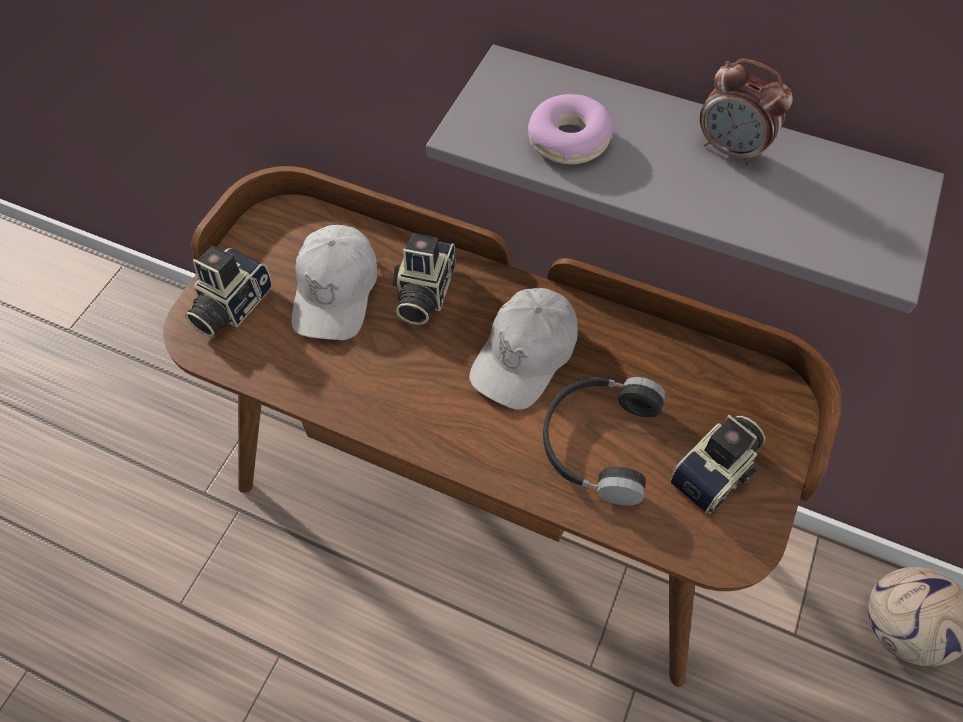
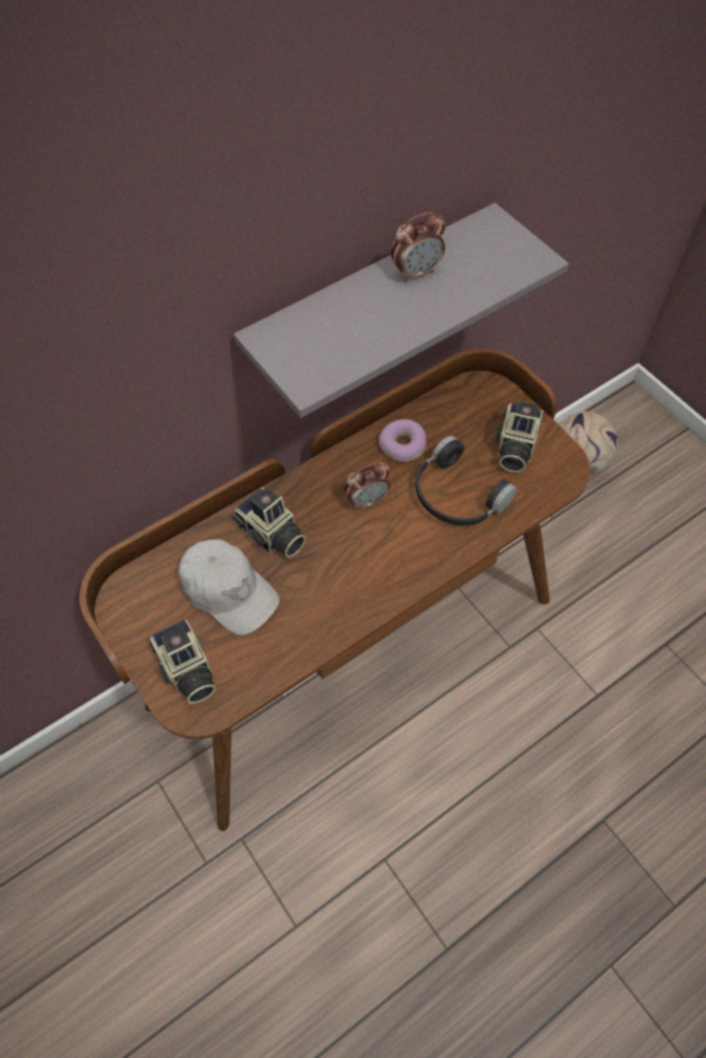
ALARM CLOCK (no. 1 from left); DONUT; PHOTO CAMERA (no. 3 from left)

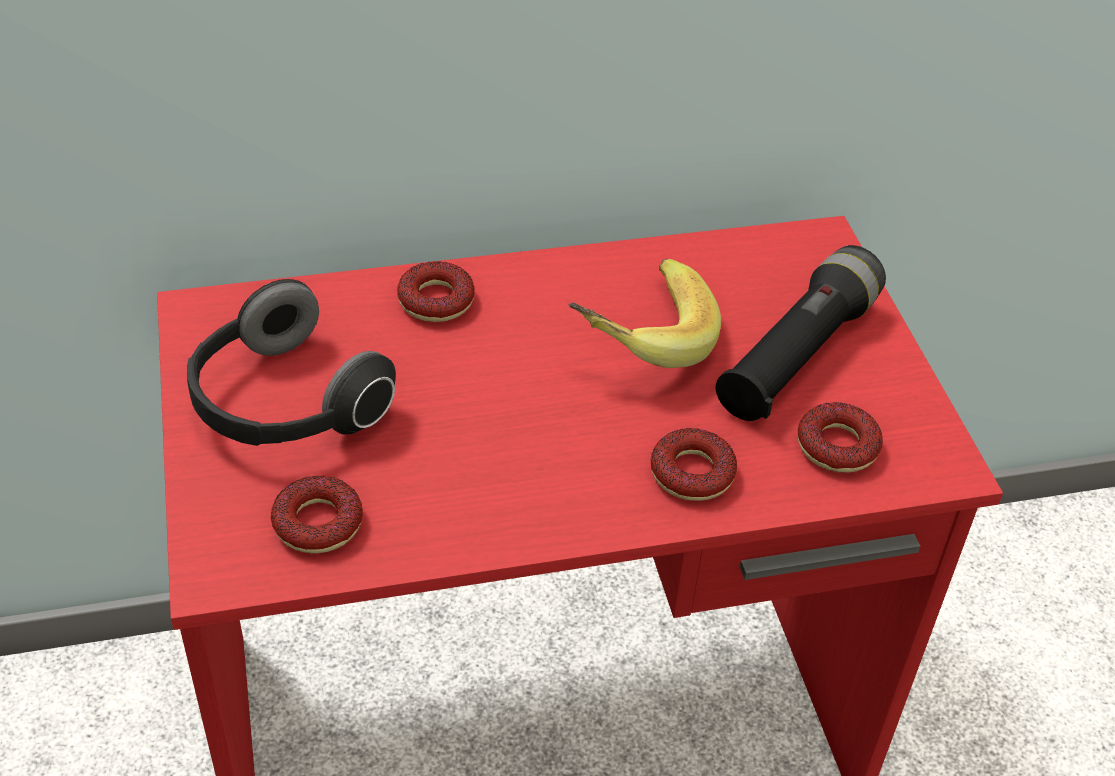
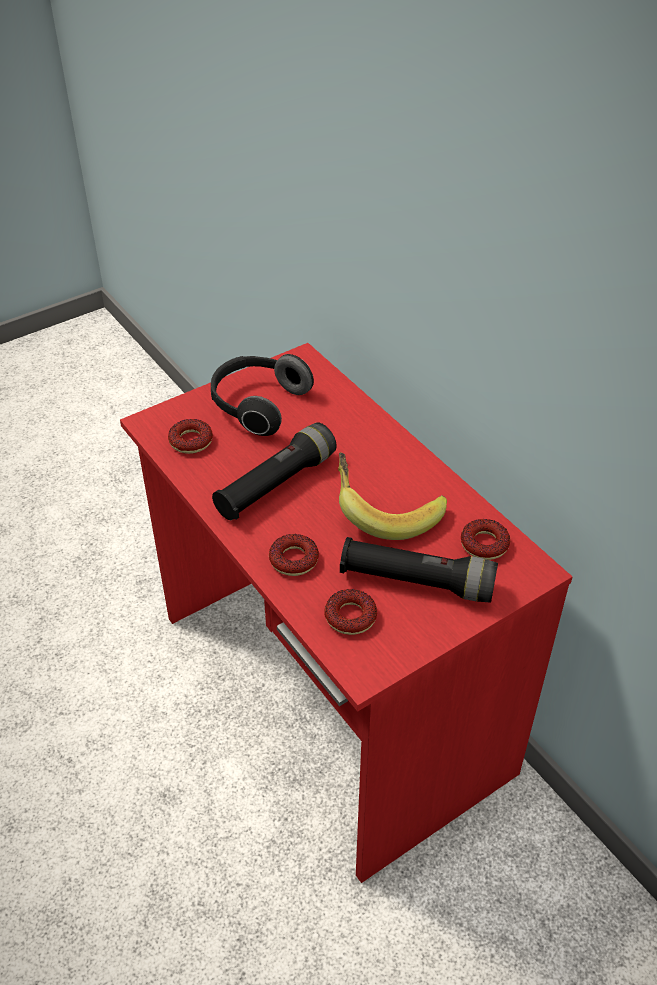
DONUT (no. 4 from left); BLACK FLASHLIGHT (no. 1 from left)

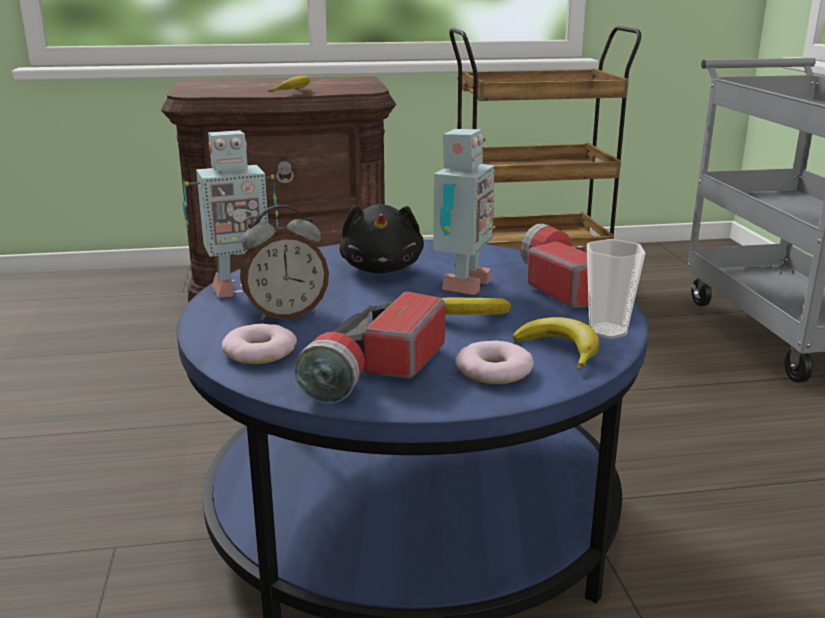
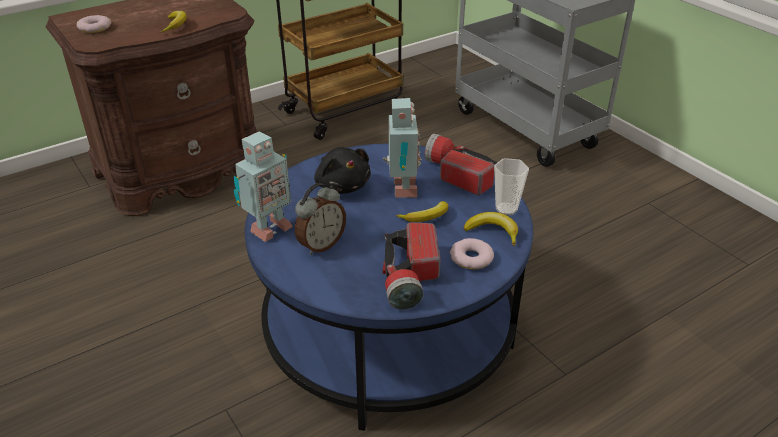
DONUT (no. 1 from left)

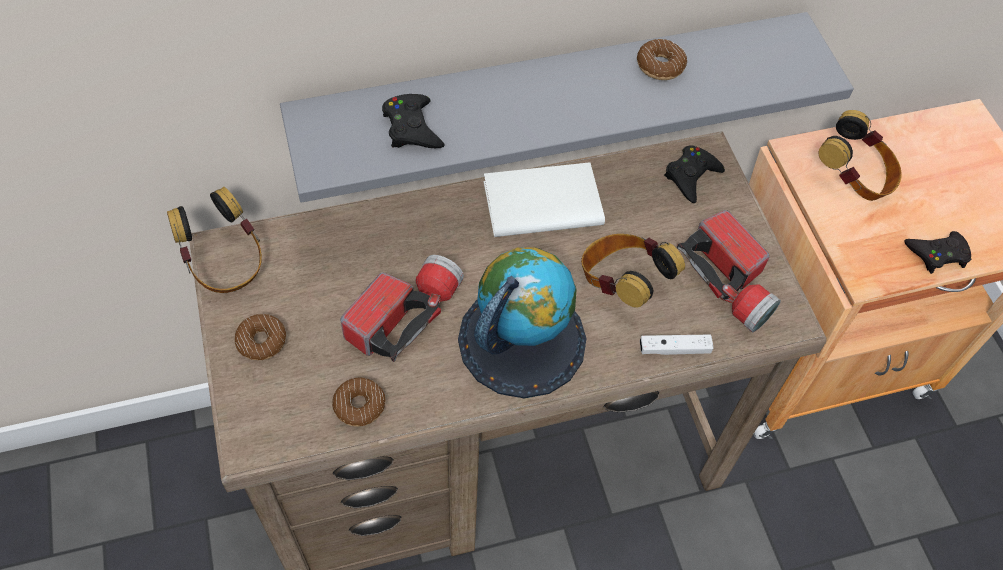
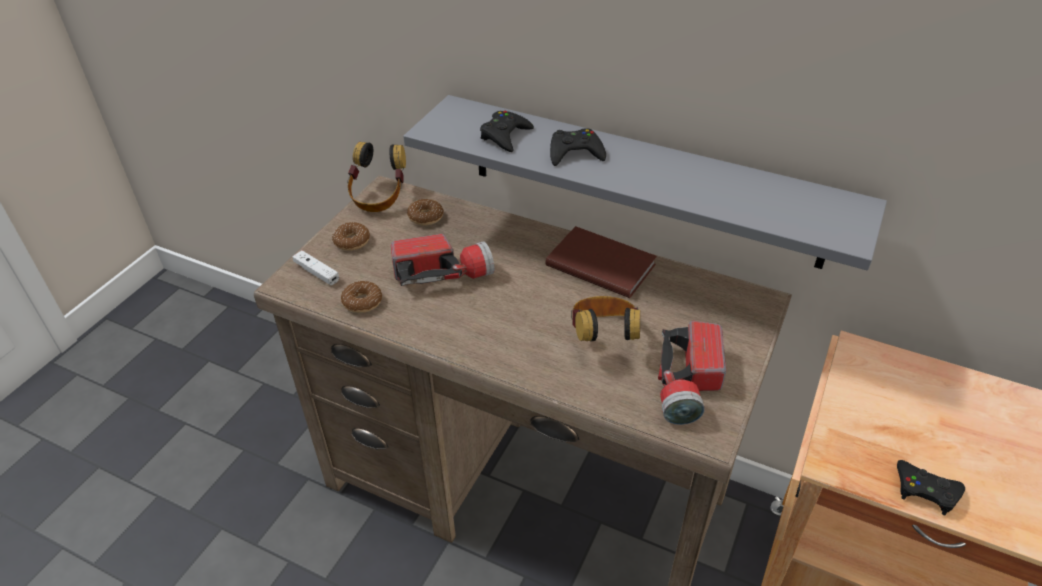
GLOBE; BROWN BOOK; DONUT (no. 3 from left); WHITE GAME CONTROLLER; BLACK GAME CONTROLLER (no. 2 from left); HEADPHONES (no. 3 from left in the first image)

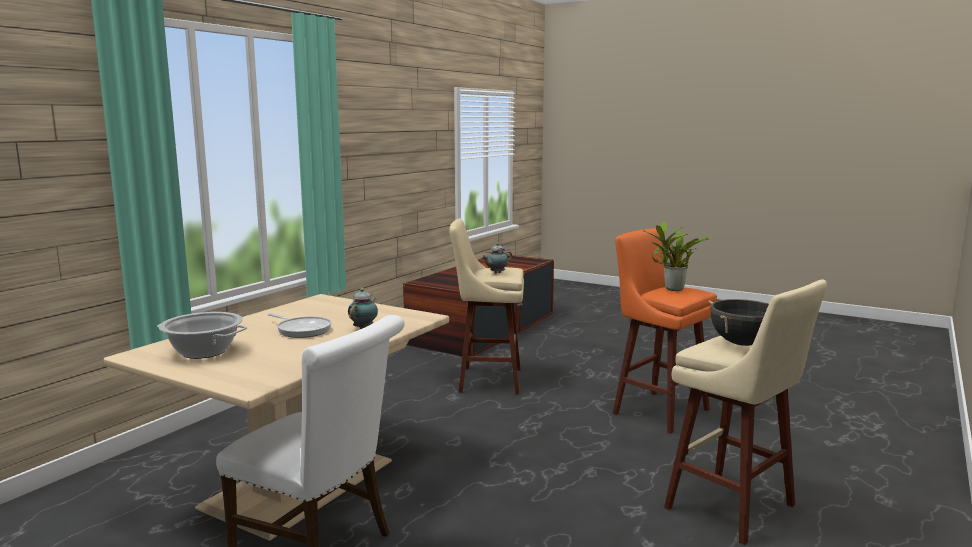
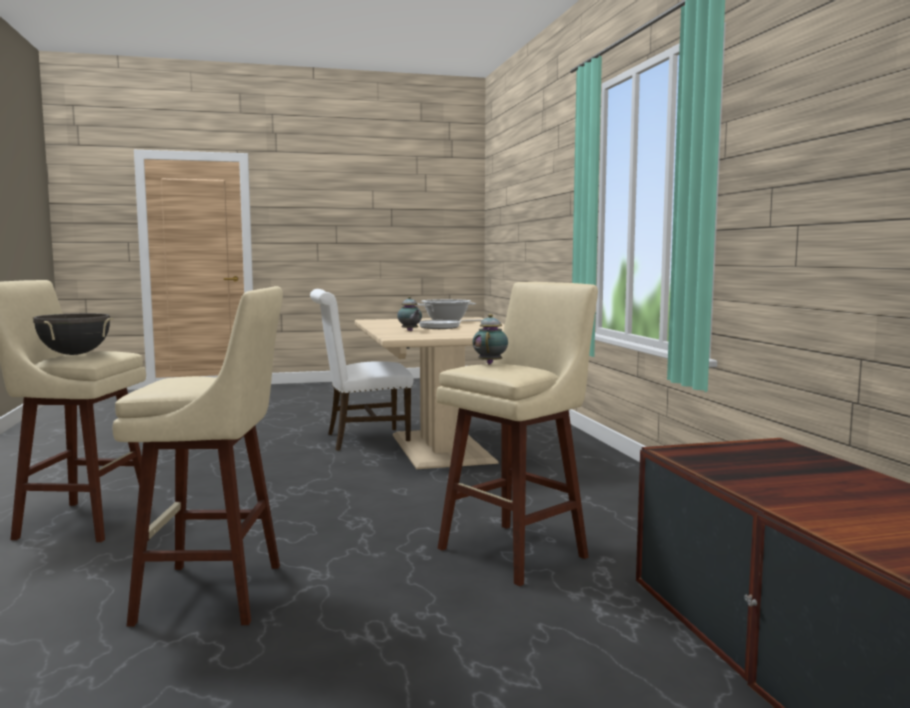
BEIGE STOOL (no. 2 from left); POTTED PLANT

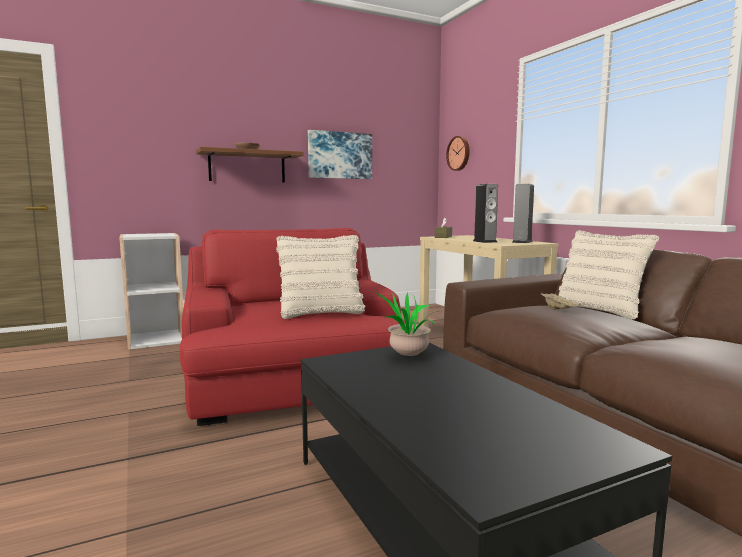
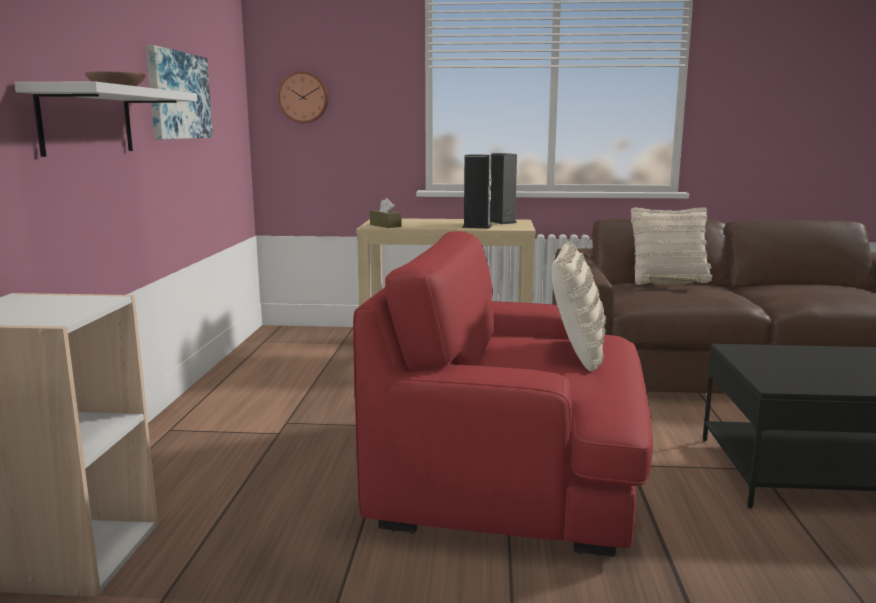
WHITE SHELF; POTTED PLANT

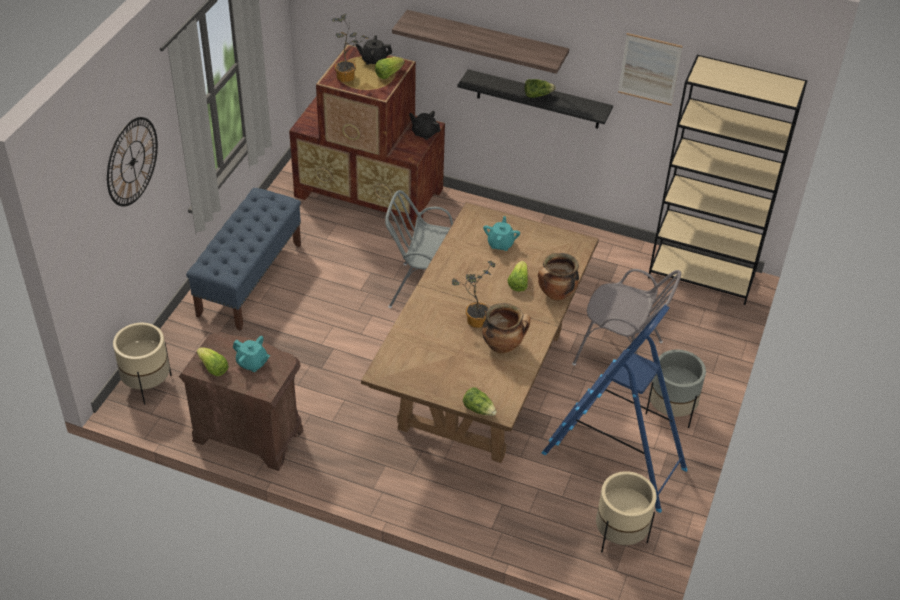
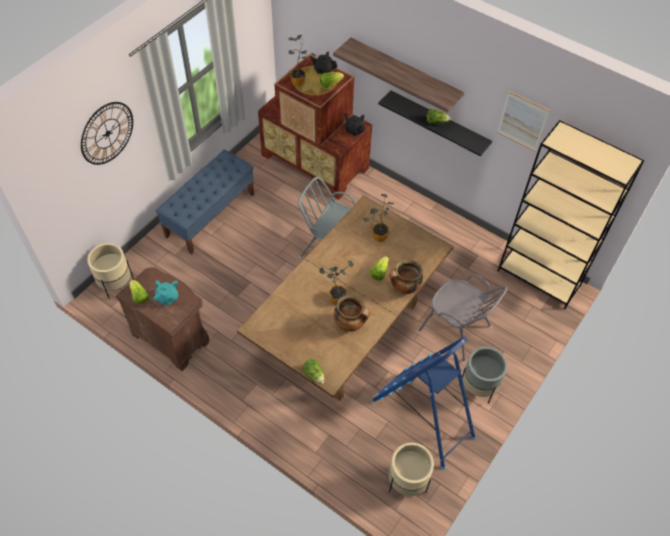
POTTED PLANT (no. 3 from left)

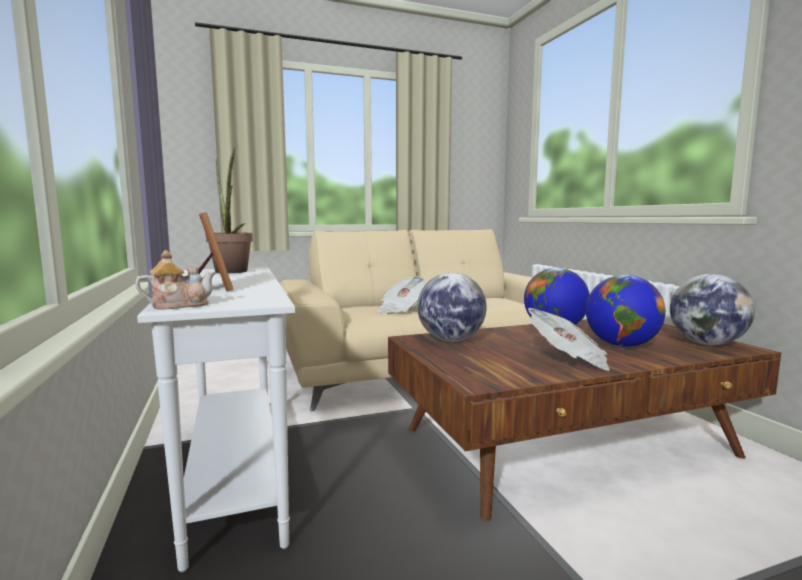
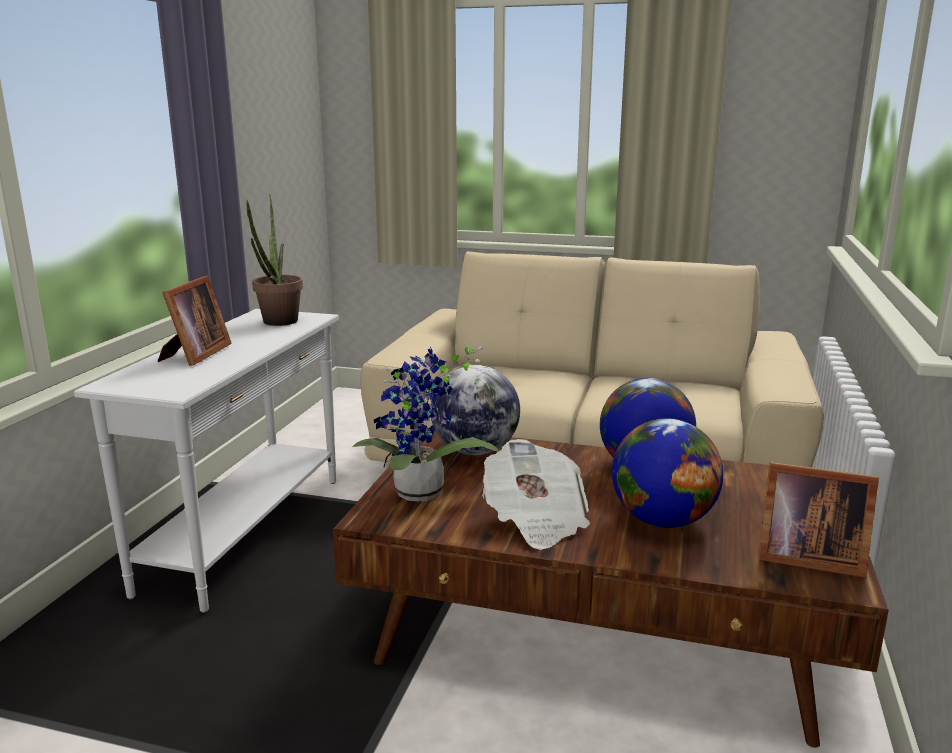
TEAPOT; NEWSPAPER (no. 1 from left in the first image); PICTURE FRAME (no. 2 from left); POTTED PLANT (no. 2 from left)

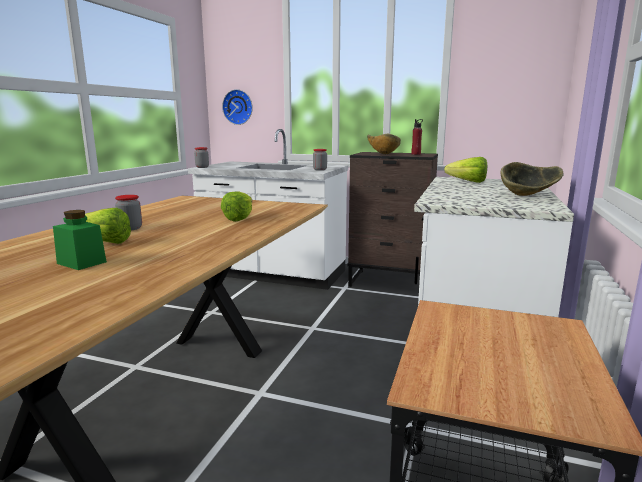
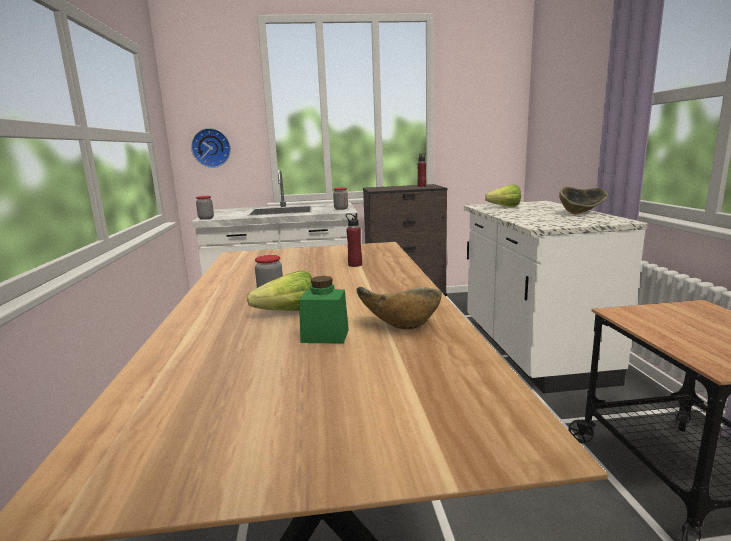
RED BOTTLE (no. 1 from left); BOWL (no. 1 from left)

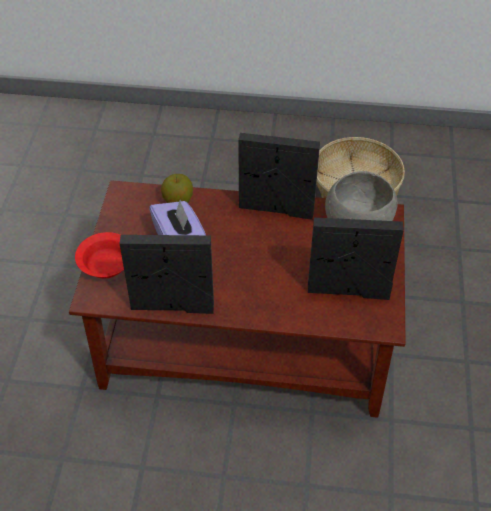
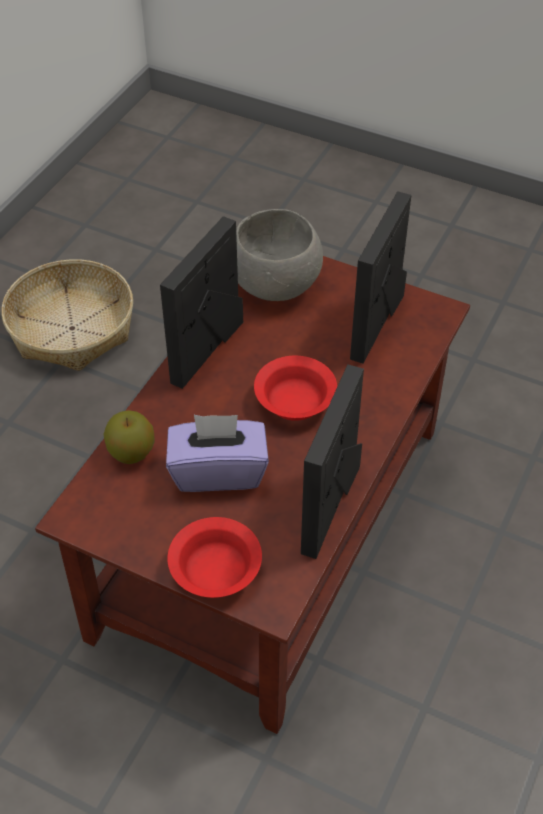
RED BOWL (no. 2 from left)

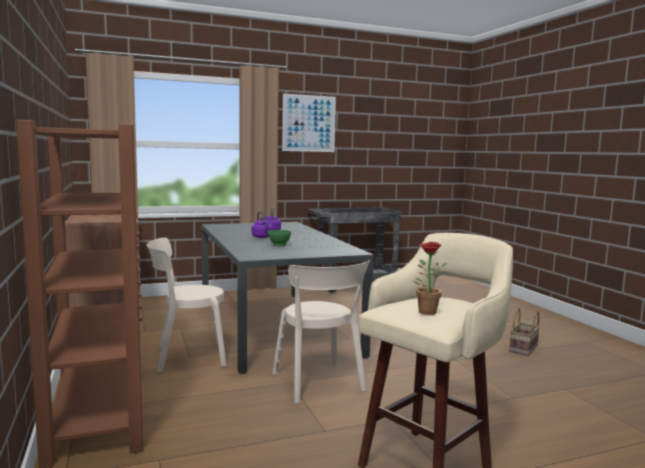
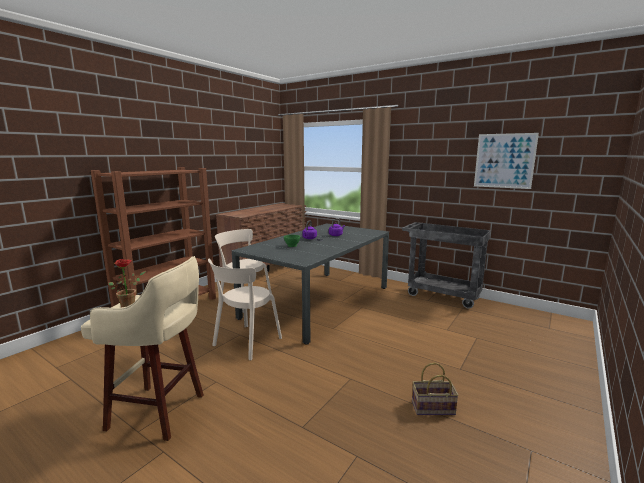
PICTURE

